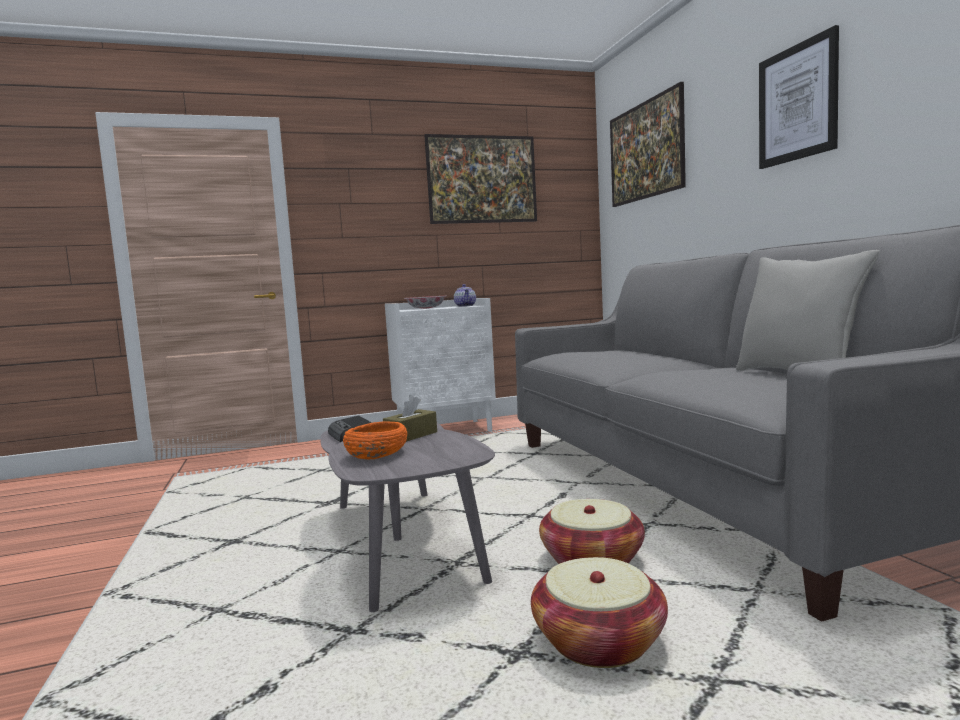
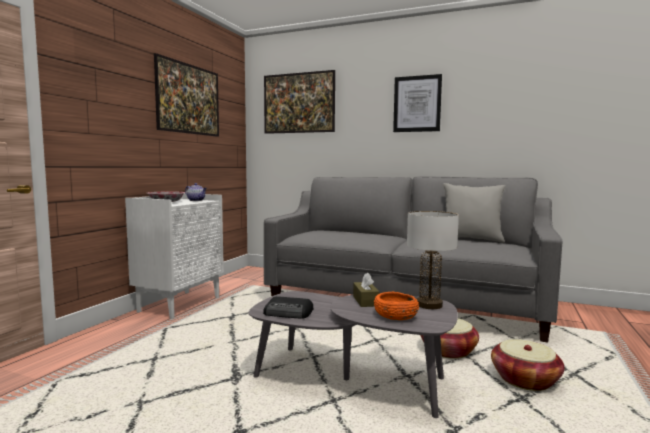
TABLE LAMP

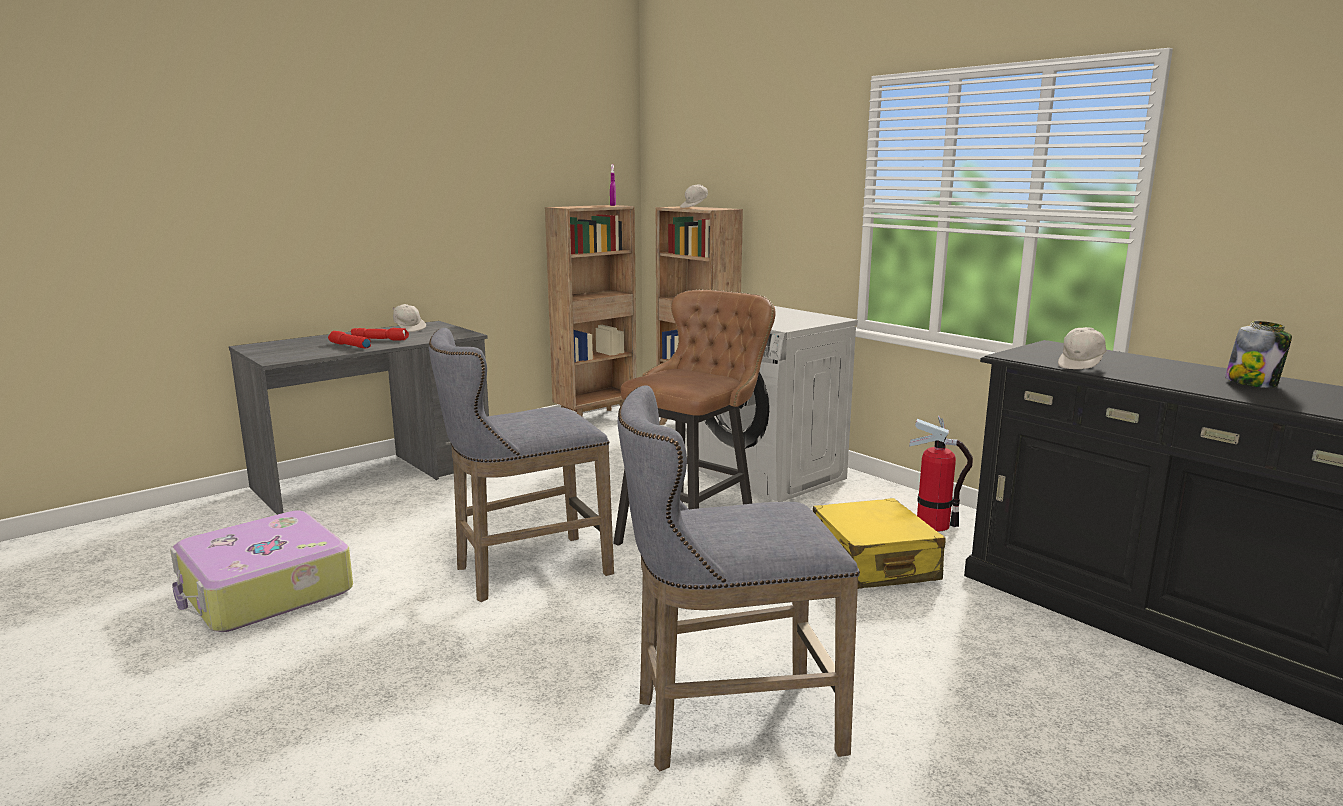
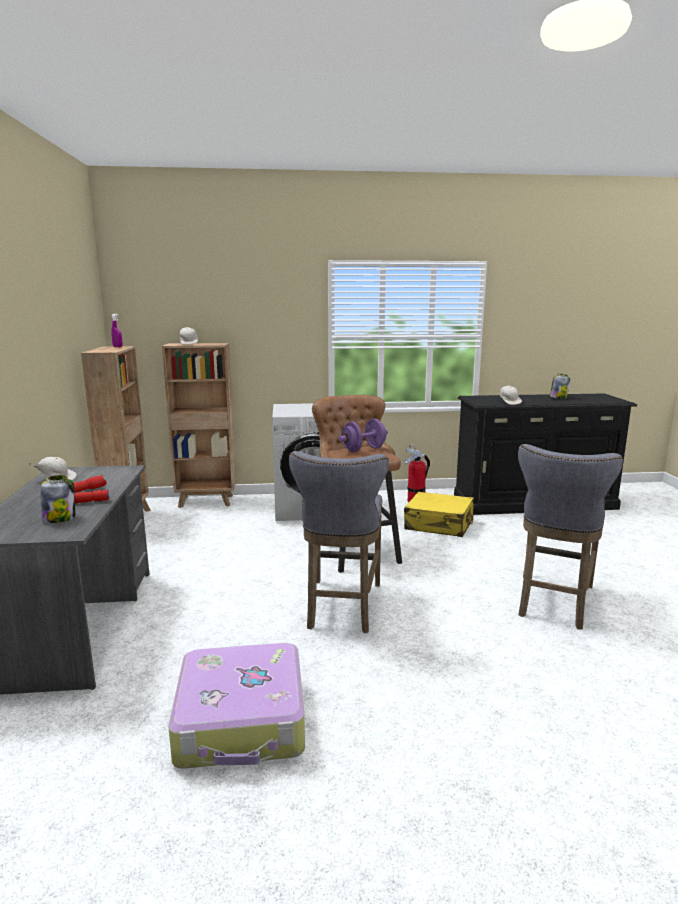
JAR (no. 1 from left); PURPLE DUMBBELL

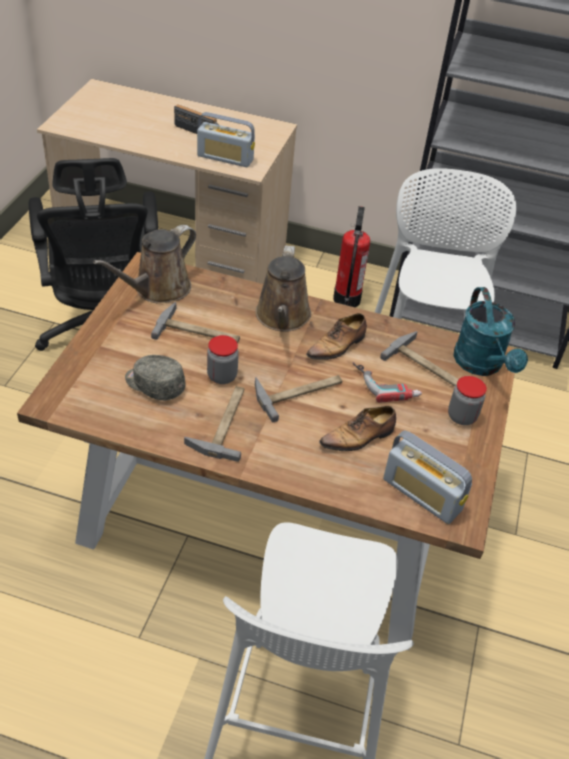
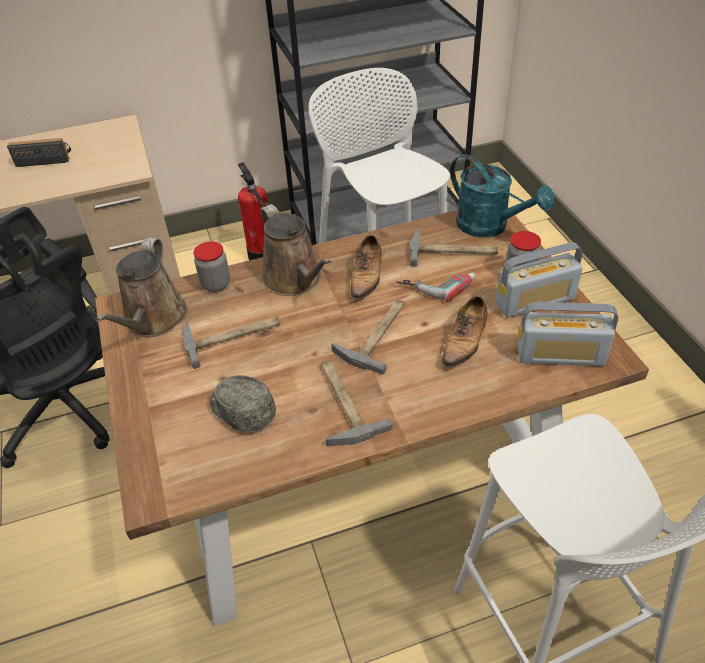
GREY CAP; RADIO (no. 2 from left); JAR (no. 1 from left)

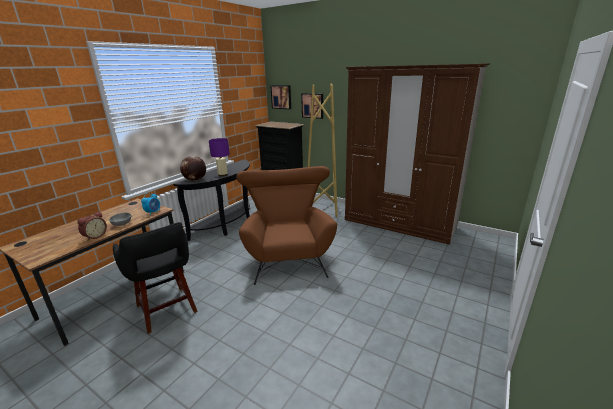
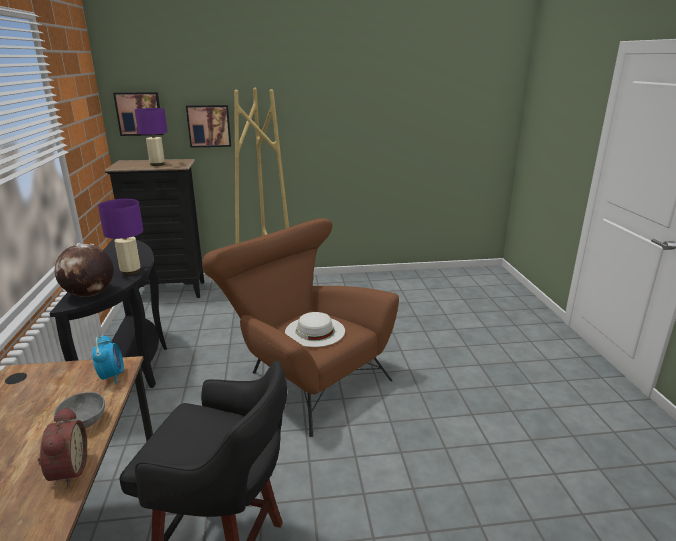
BROWN WARDROBE; PURPLE TABLE LAMP (no. 2 from left); WHITE HAT

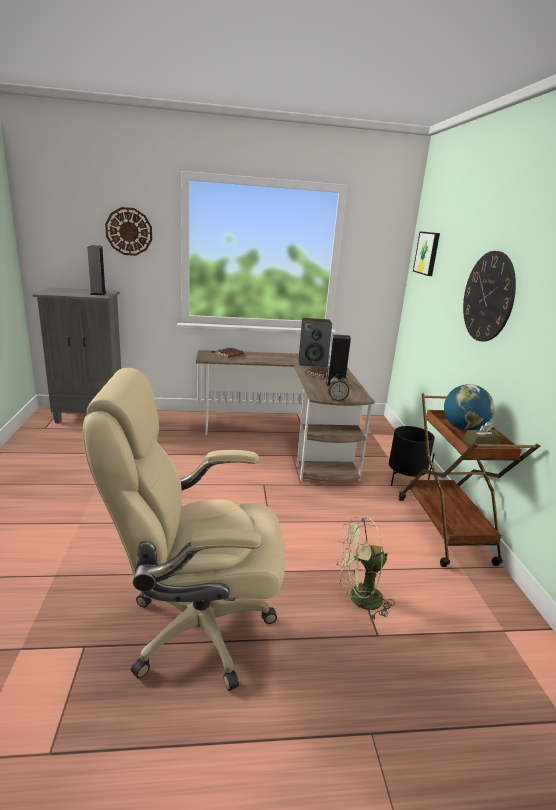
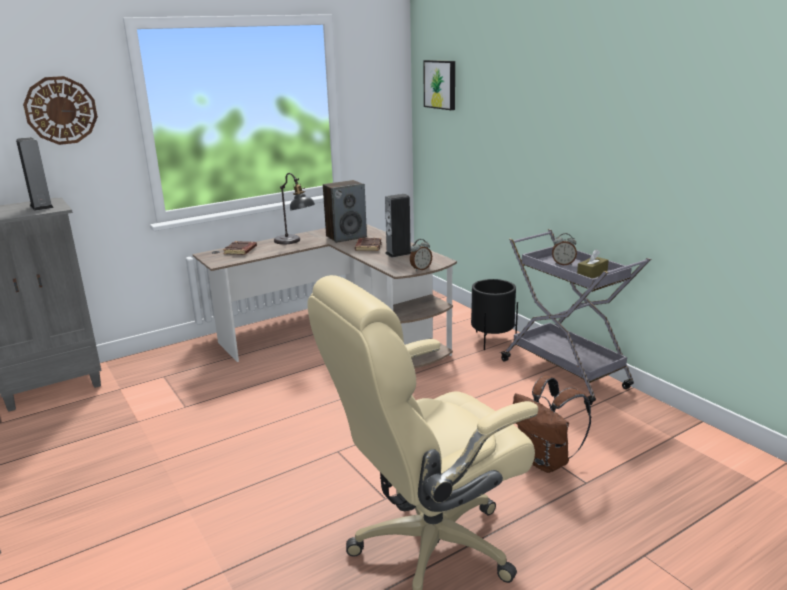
BROWN BACKPACK; GREY CART; ALARM CLOCK (no. 2 from left); WALL CLOCK (no. 2 from left in the first image); GREY TABLE LAMP

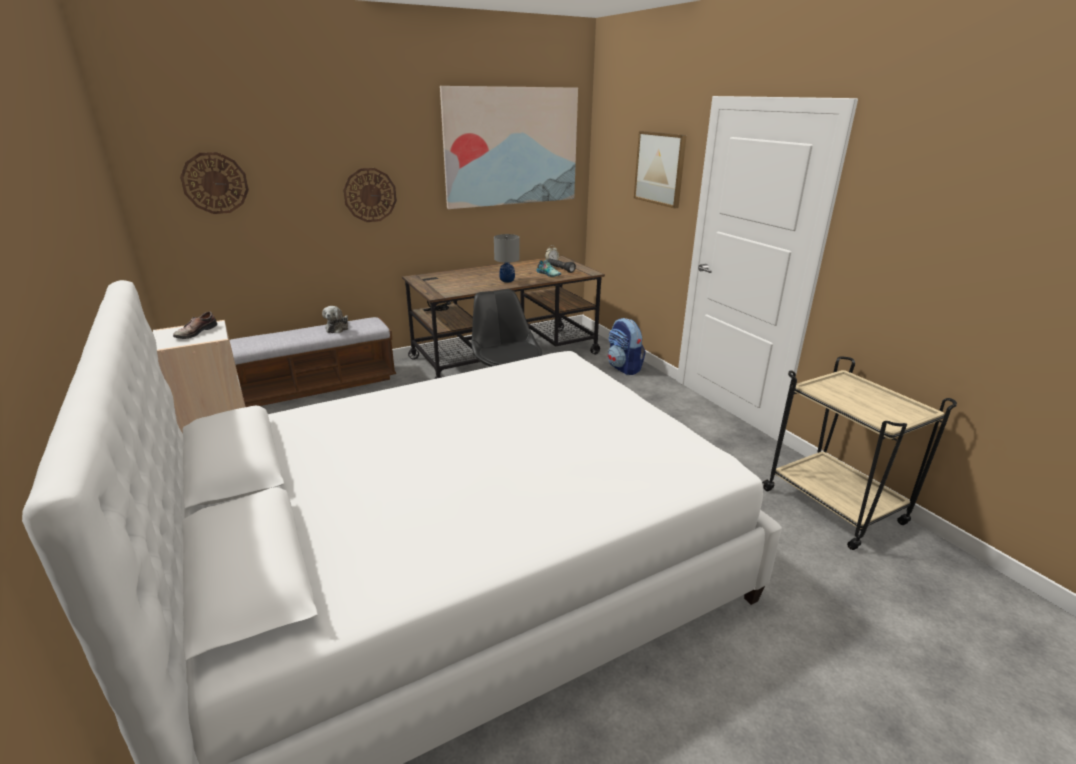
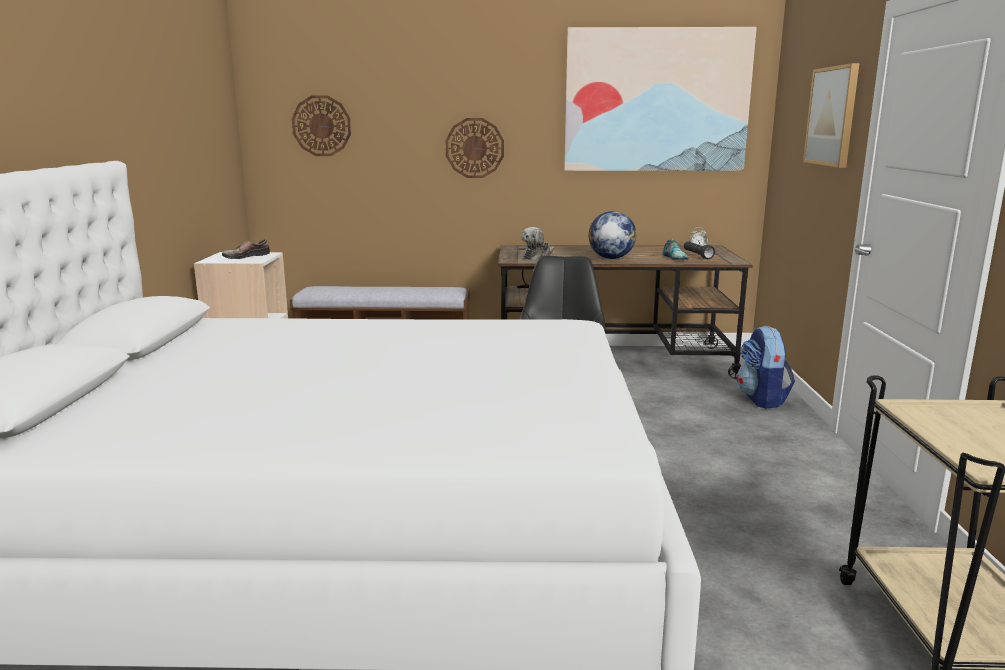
PLUSH TOY; GLOBE

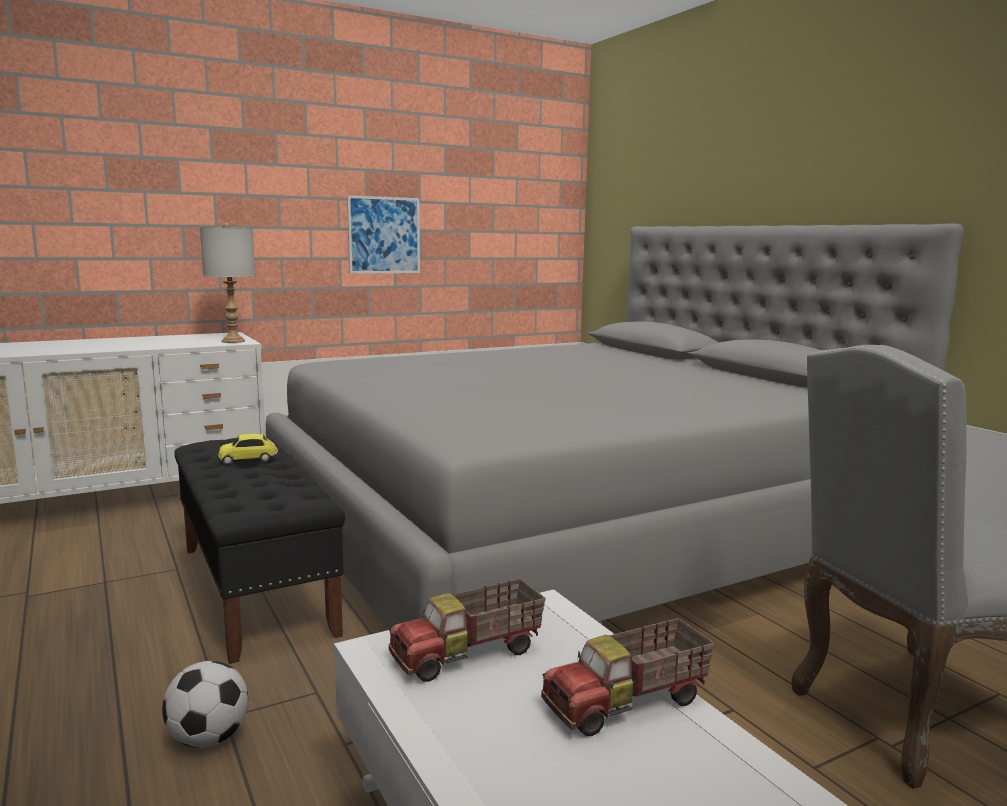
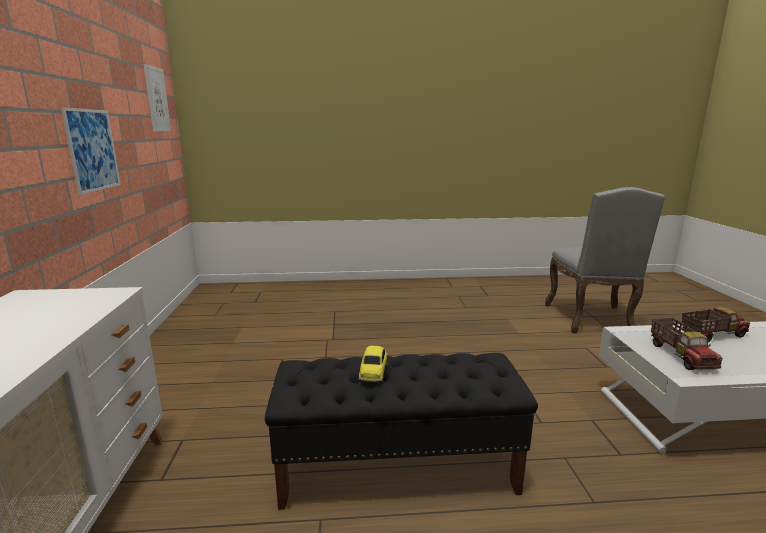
FOOTBALL; GREY TABLE LAMP; GREY BED; TOY TRUCK (no. 2 from left); PICTURE (no. 2 from left)

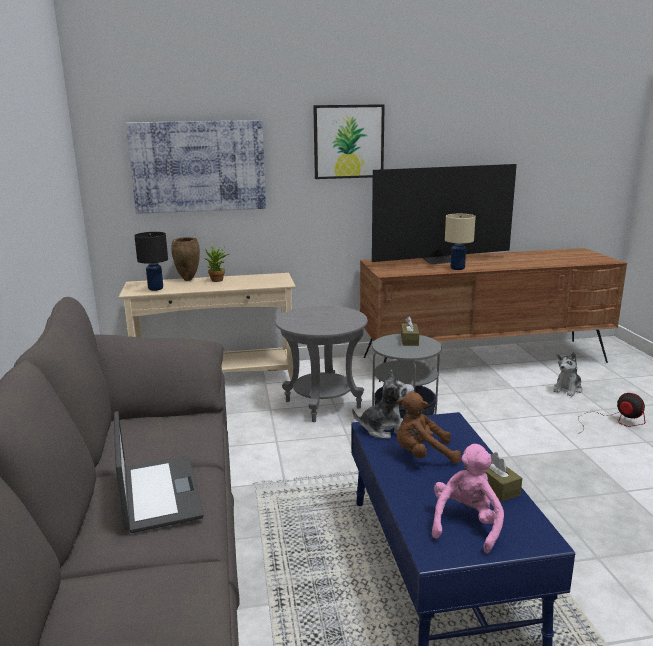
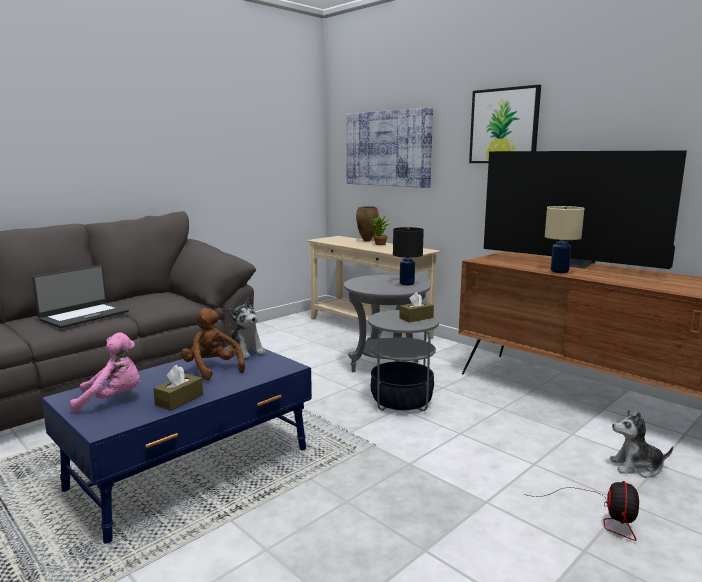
BLACK TABLE LAMP

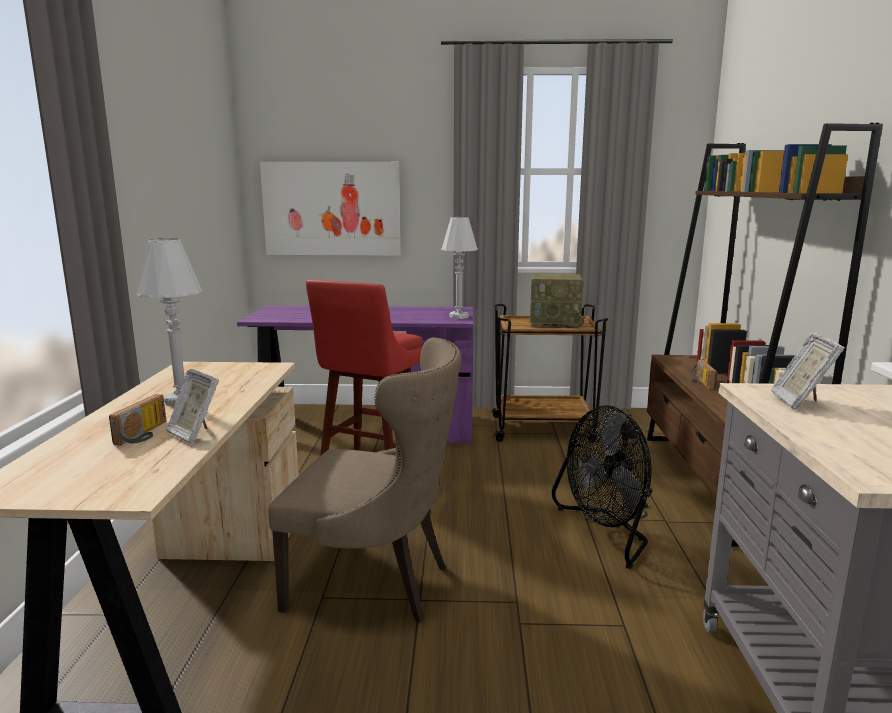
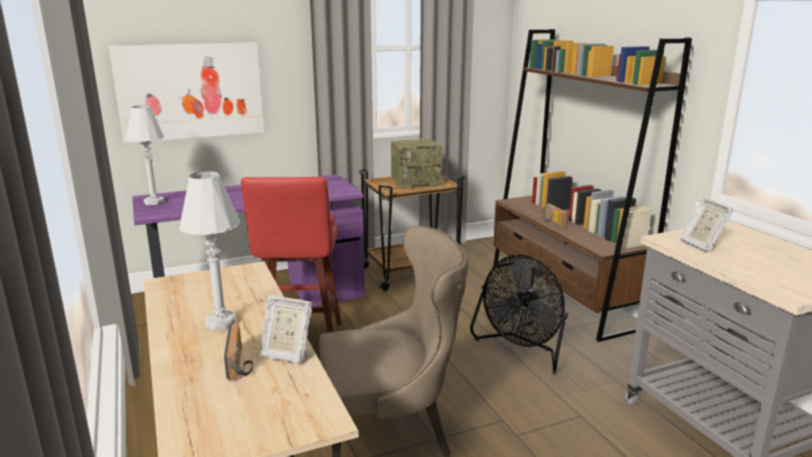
WHITE TABLE LAMP (no. 1 from left)

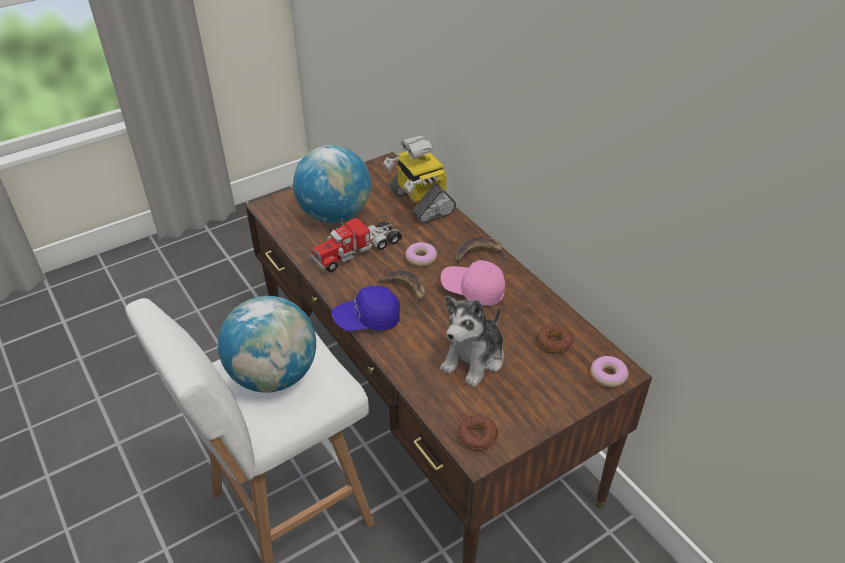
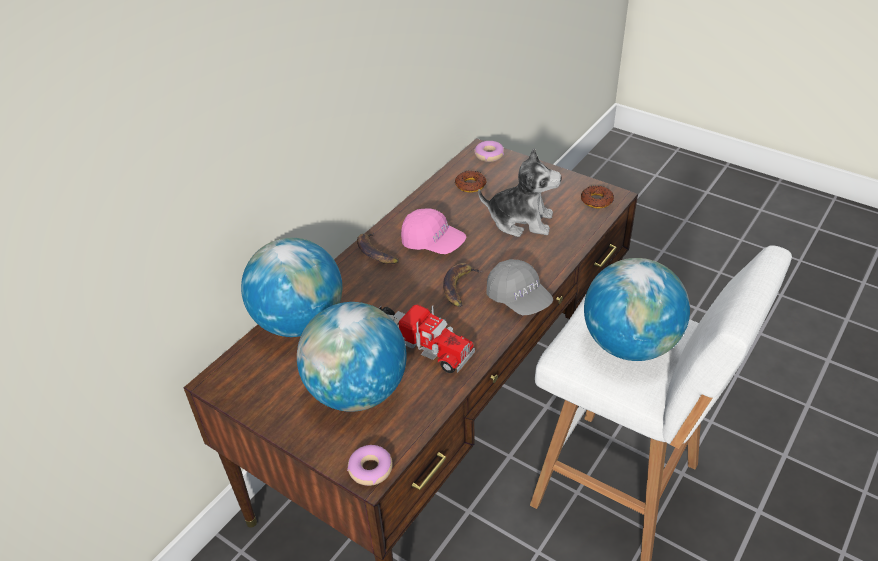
GREY CAP; GLOBE (no. 1 from left); DONUT (no. 1 from left); PINK CAP

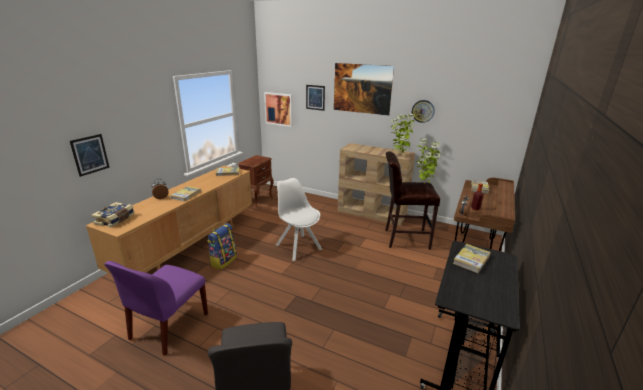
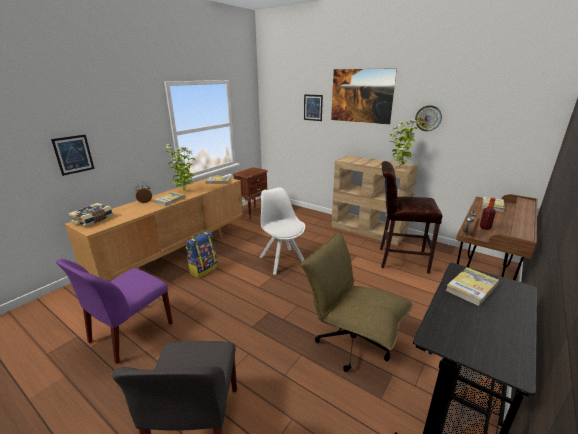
PICTURE (no. 2 from left in the first image); POTTED PLANT (no. 1 from left); BEIGE OFFICE CHAIR

